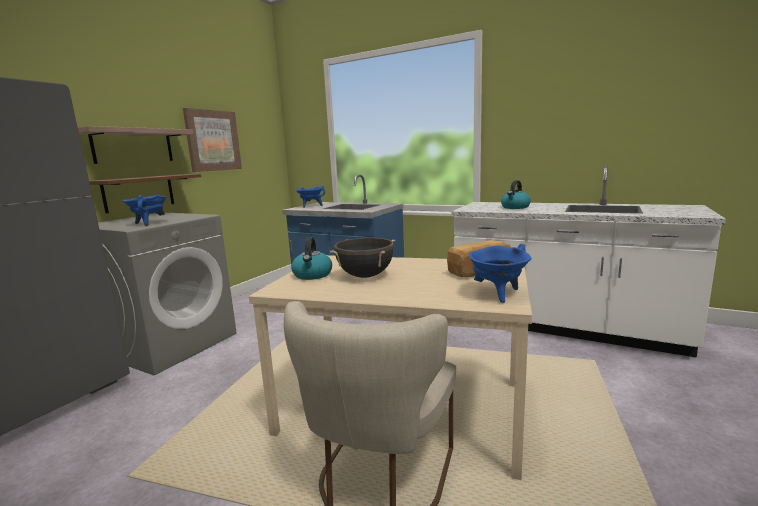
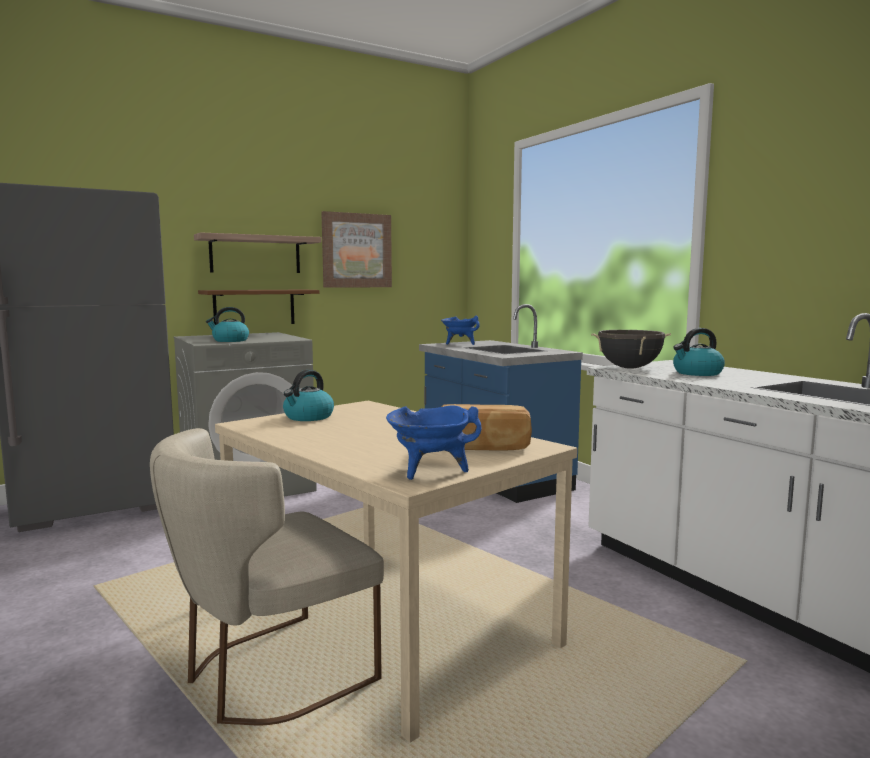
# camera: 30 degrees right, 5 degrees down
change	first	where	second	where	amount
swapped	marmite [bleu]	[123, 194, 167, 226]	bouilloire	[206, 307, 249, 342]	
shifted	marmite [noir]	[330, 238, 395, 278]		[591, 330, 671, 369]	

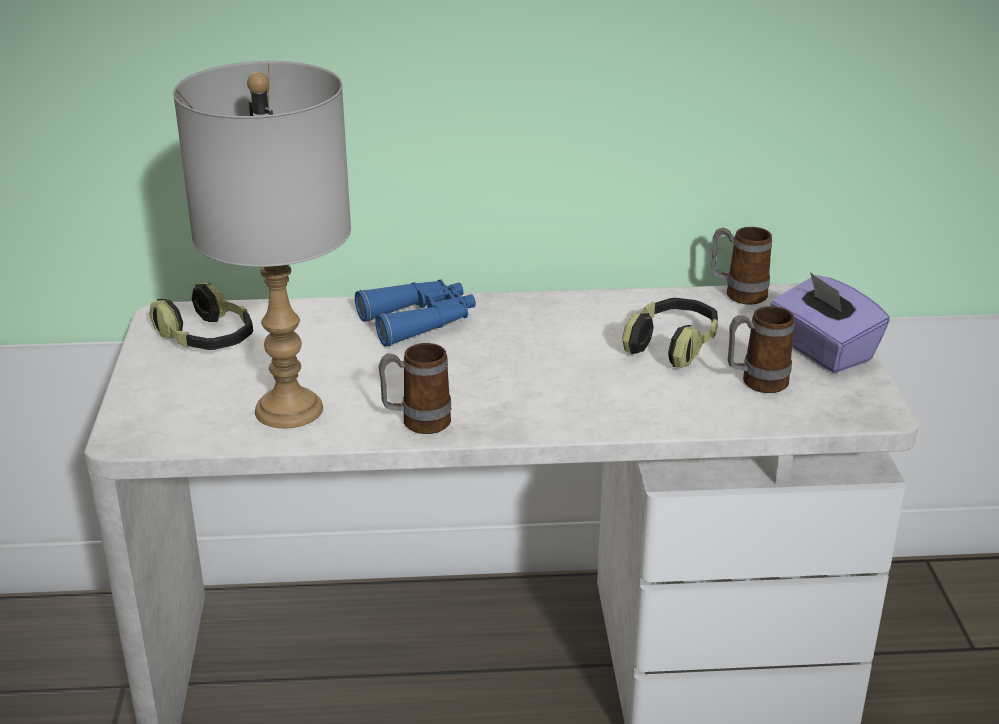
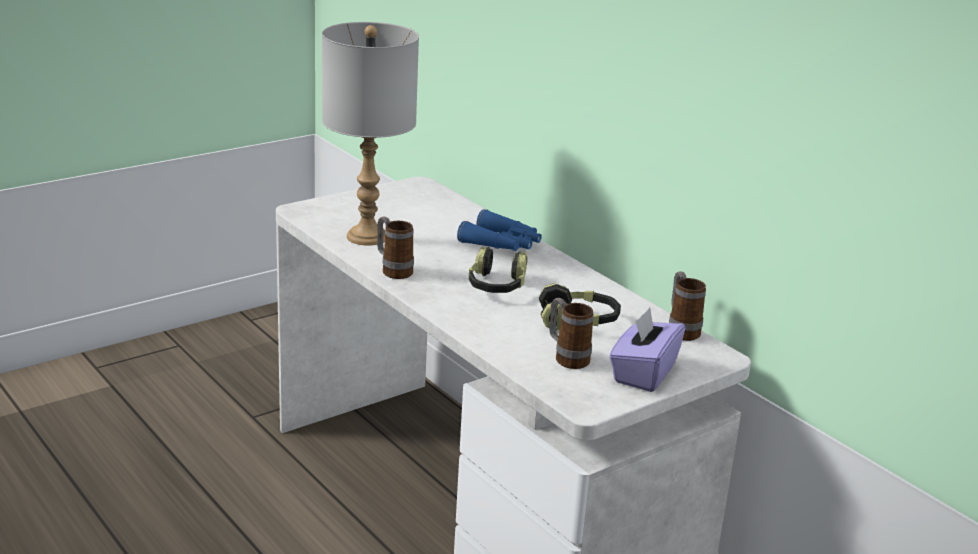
# camera: 55 degrees right, 5 degrees down
change	first	where	second	where	amount
shifted	casque audio	[149, 283, 253, 350]		[469, 247, 527, 293]	

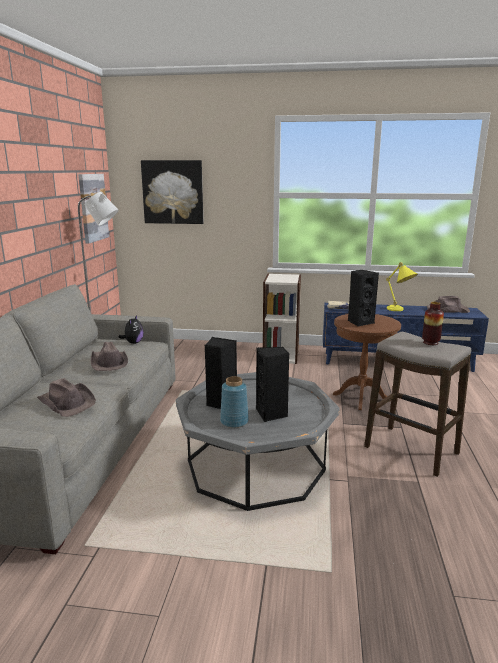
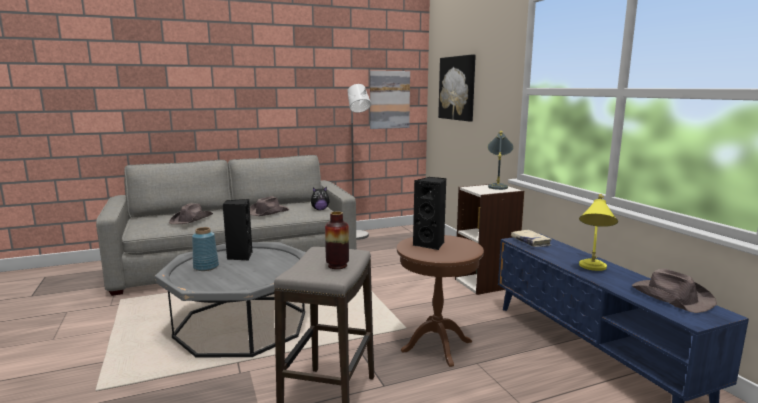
# camera: 60 degrees right, 5 degrees down
change	first	where	second	where	amount
new			lampe de table [gris]	[487, 131, 514, 190]	
gone	enceinte [noir]	[256, 347, 289, 422]			

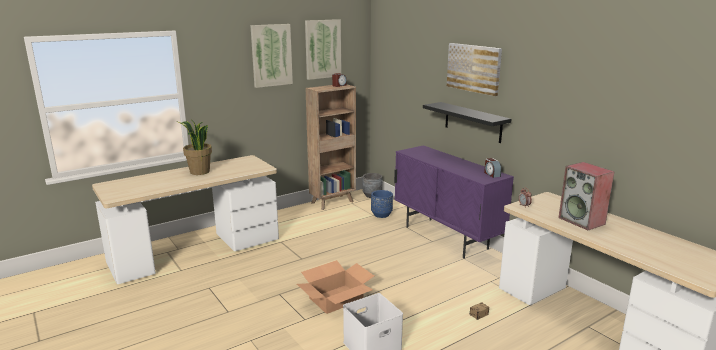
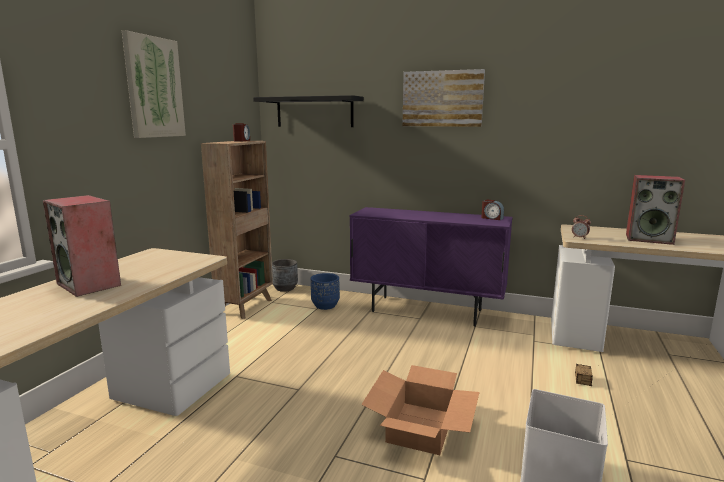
# camera: 35 degrees left, 5 degrees down
change	first	where	second	where	amount
swapped	plante en pot	[176, 119, 212, 175]	enceinte	[43, 195, 121, 297]	
shifted	étagère [noir]	[423, 102, 511, 143]		[253, 95, 364, 127]	
gone	tableau	[305, 19, 341, 80]			

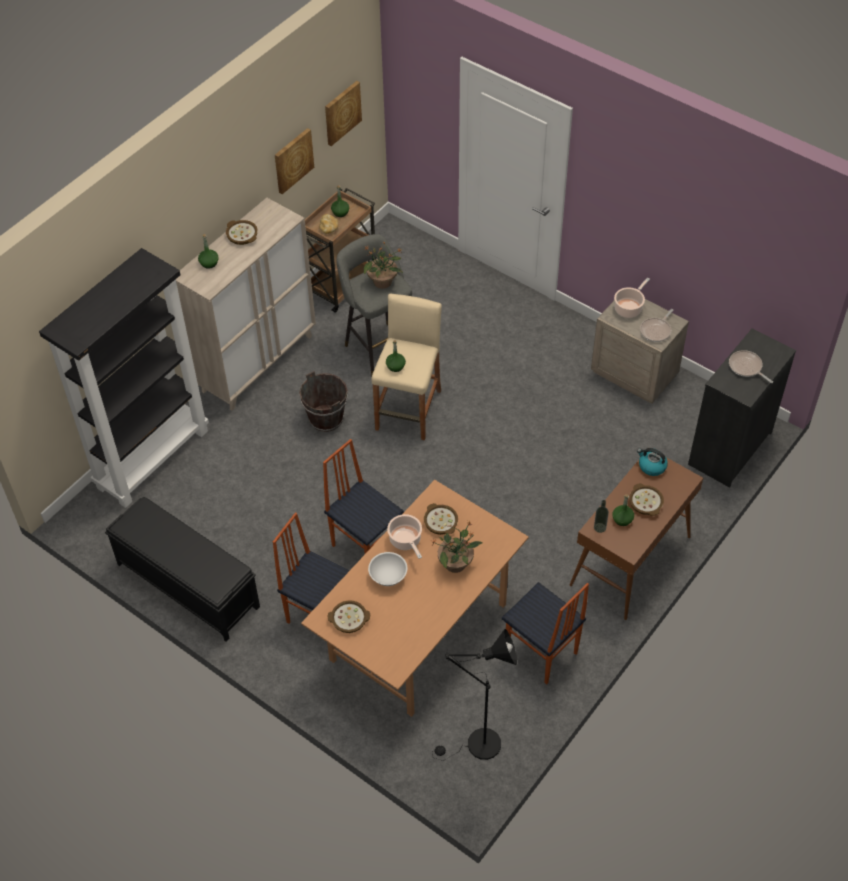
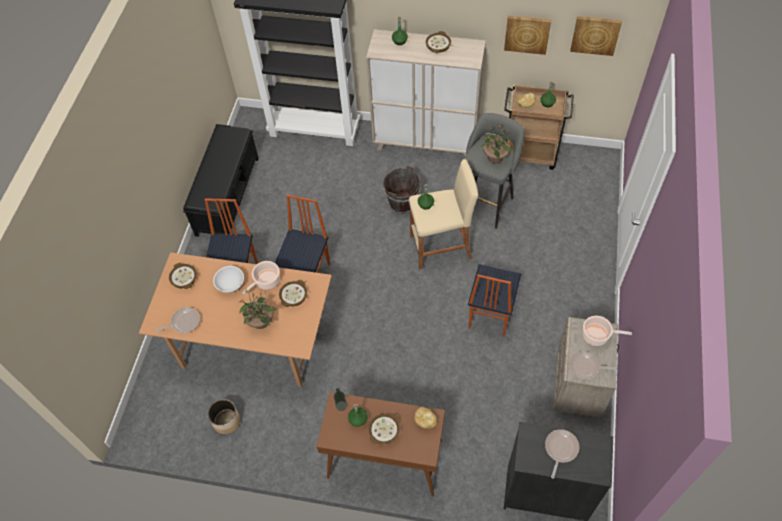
# camera: 65 degrees right, 5 degrees up
change	first	where	second	where	amount
new			poêle	[155, 307, 200, 333]	
new			cache-pot	[208, 399, 240, 434]	
swapped	bouilloire	[637, 448, 668, 476]	pain	[414, 407, 437, 429]	
shifted	chaise	[502, 582, 589, 684]		[468, 264, 521, 337]	
gone	lampadaire [noir]	[432, 629, 517, 761]			

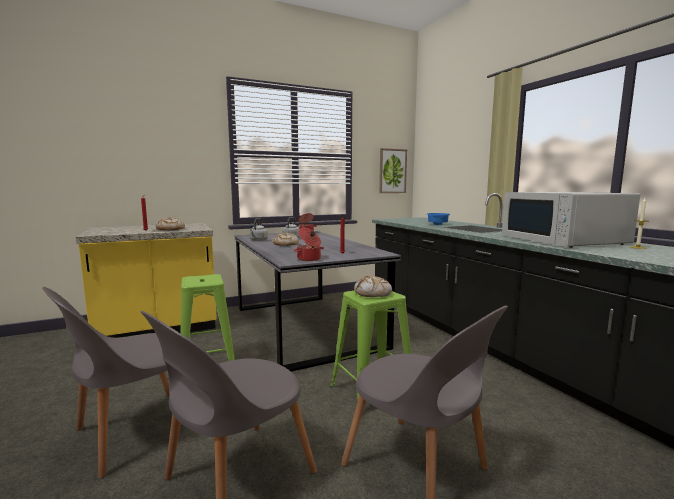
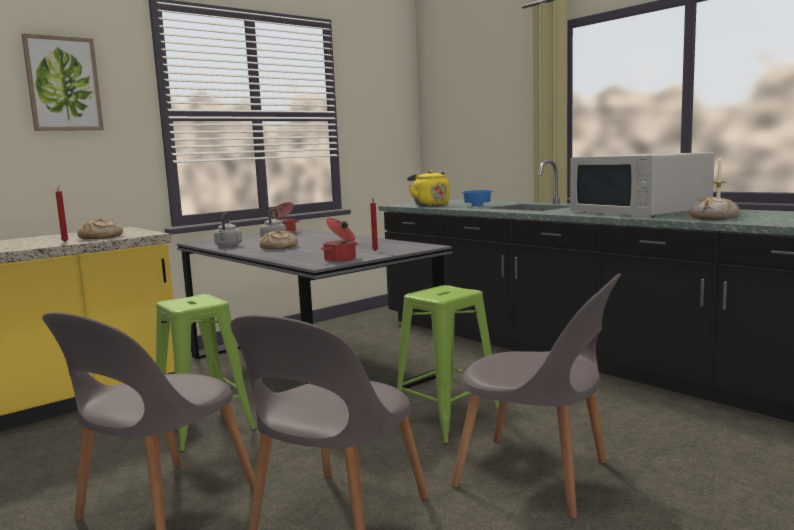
# camera: 15 degrees left, 0 degrees up
change	first	where	second	where	amount
shifted	tableau	[379, 148, 407, 193]		[21, 33, 104, 131]	
new			bouilloire [jaune]	[407, 170, 450, 207]	
shifted	pain	[354, 275, 392, 297]		[689, 197, 740, 220]	

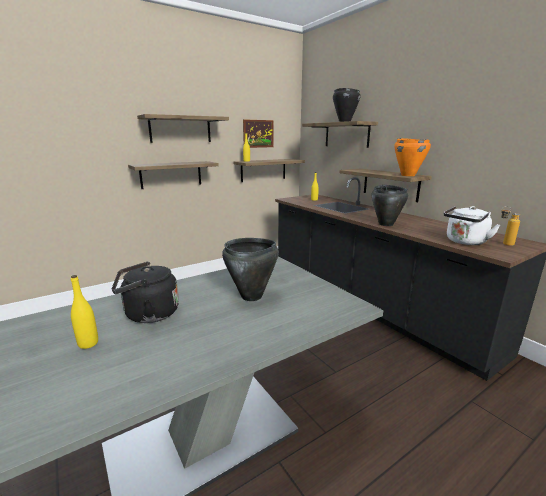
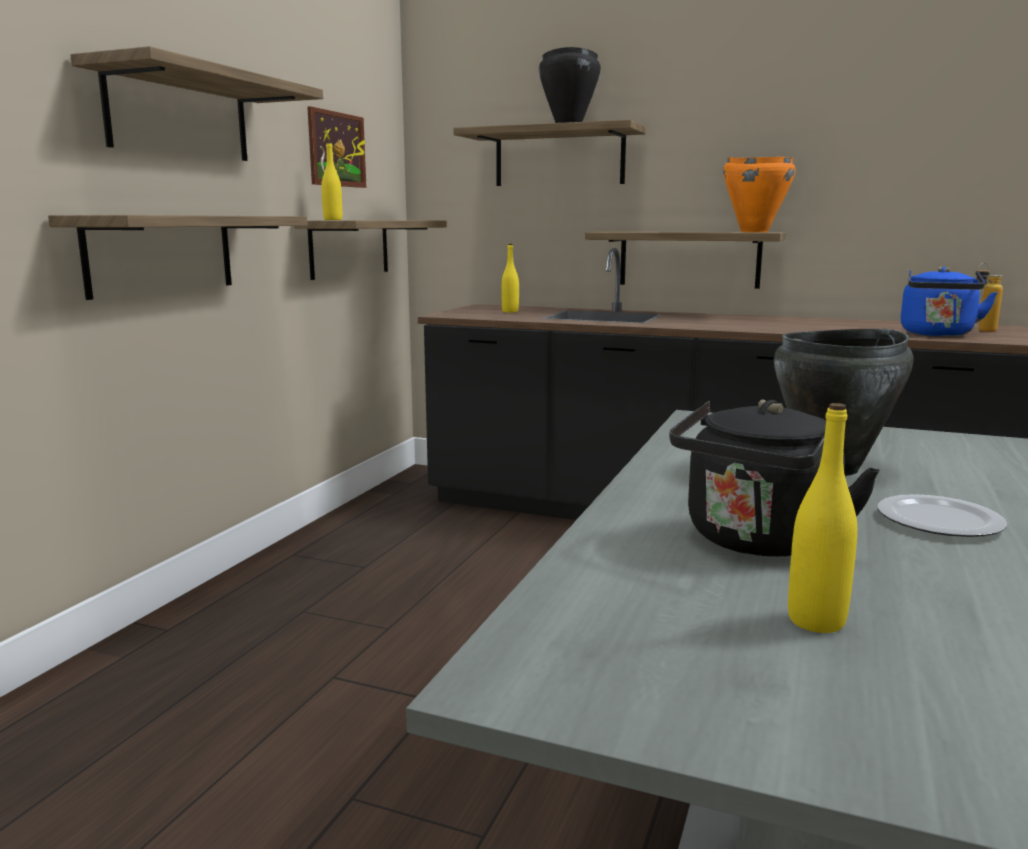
# camera: 35 degrees left, 5 degrees down
change	first	where	second	where	amount
new			assiette	[878, 494, 1007, 537]	
repainted	bouilloire [blanc]	[444, 206, 500, 245]	bouilloire [bleu]	[901, 267, 998, 336]	
gone	marmite [noir]	[372, 185, 408, 226]			

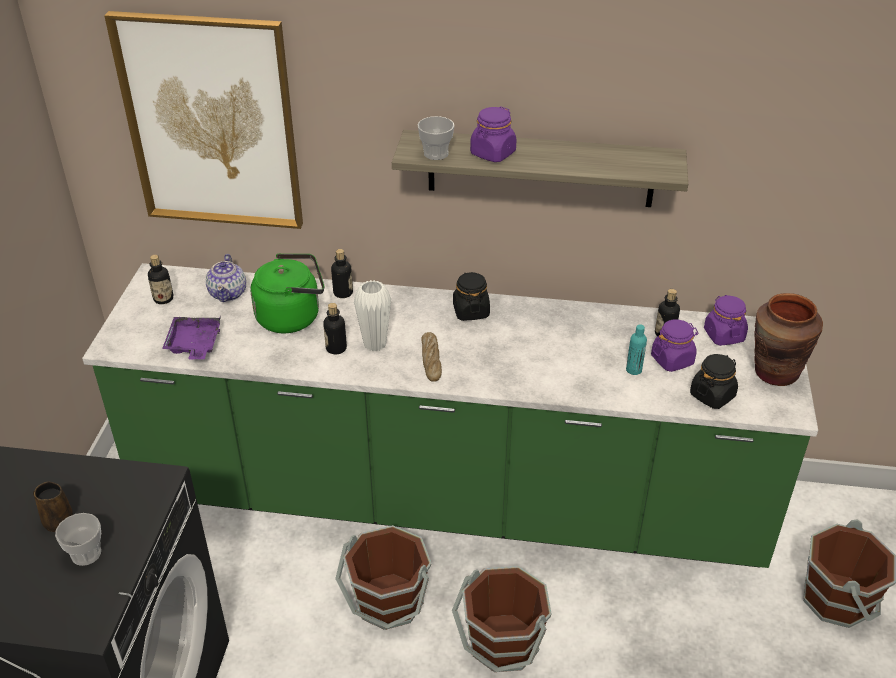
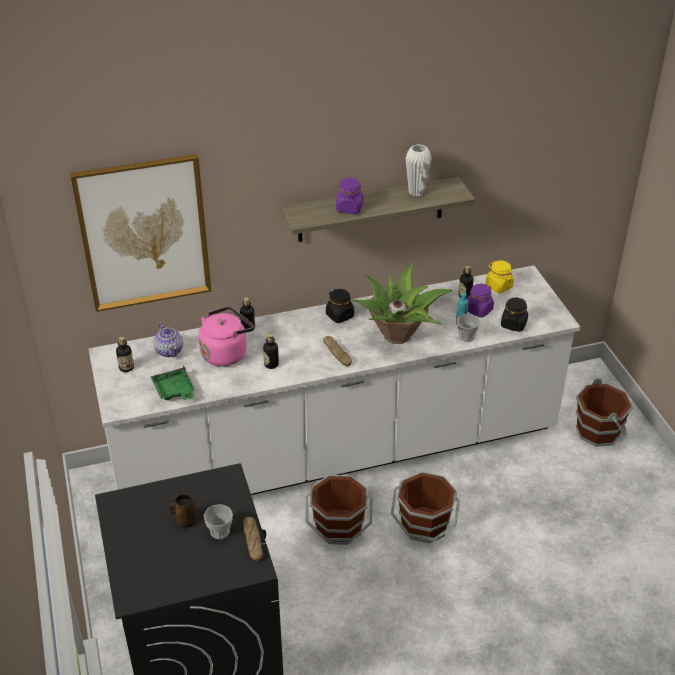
# camera: 25 degrees left, 0 degrees up
change	first	where	second	where	amount
repainted	comptoir de cuisine [vert]	[82, 263, 818, 568]	comptoir de cuisine [blanc]	[88, 265, 580, 495]	
repainted	plateau [violet]	[162, 315, 221, 359]	plateau [vert]	[150, 365, 195, 400]	
repainted	bouilloire [vert]	[250, 253, 324, 333]	bouilloire [rose]	[199, 306, 255, 367]	
new			pain	[243, 517, 263, 561]	
new			plante en pot	[350, 262, 453, 344]	
shifted	vase [blanc]	[354, 280, 391, 351]		[406, 144, 431, 196]	
shifted	tasse	[417, 116, 454, 160]		[457, 314, 480, 342]	
repainted	bocal [violet]	[704, 295, 748, 346]	bocal [jaune]	[485, 261, 514, 294]	
gone	vase [marron]	[754, 293, 823, 386]			

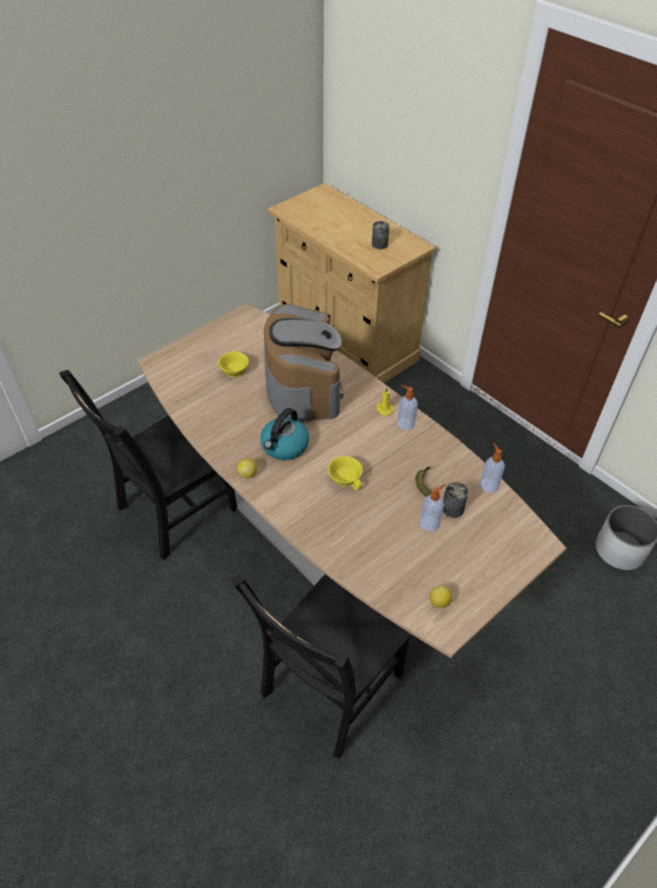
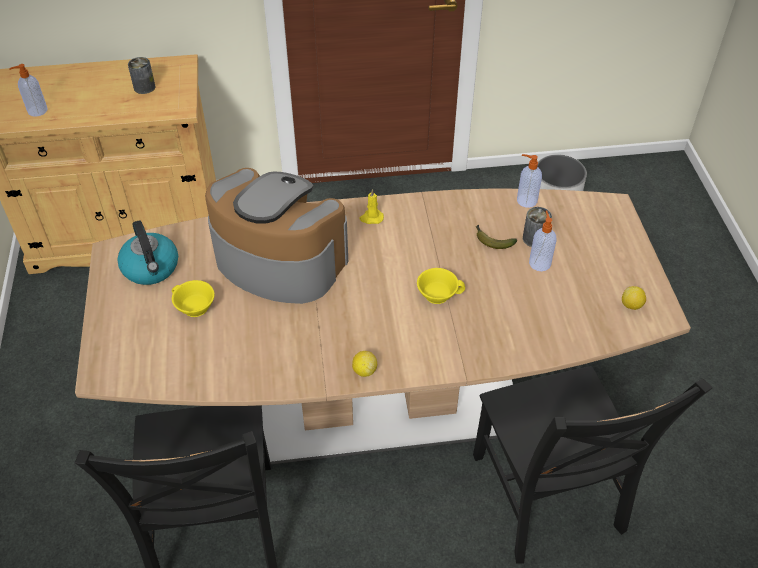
# camera: 55 degrees left, 0 degrees up
change	first	where	second	where	amount
shifted	distributeur de savon	[397, 385, 418, 430]		[9, 64, 47, 117]	
shifted	bouilloire	[260, 408, 309, 460]		[117, 220, 178, 285]	

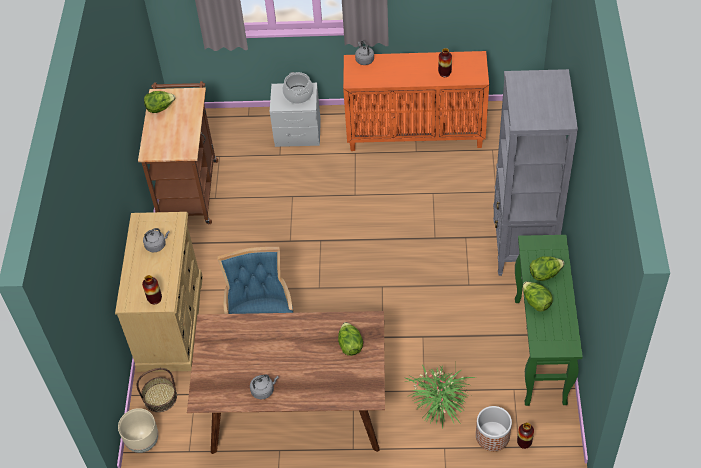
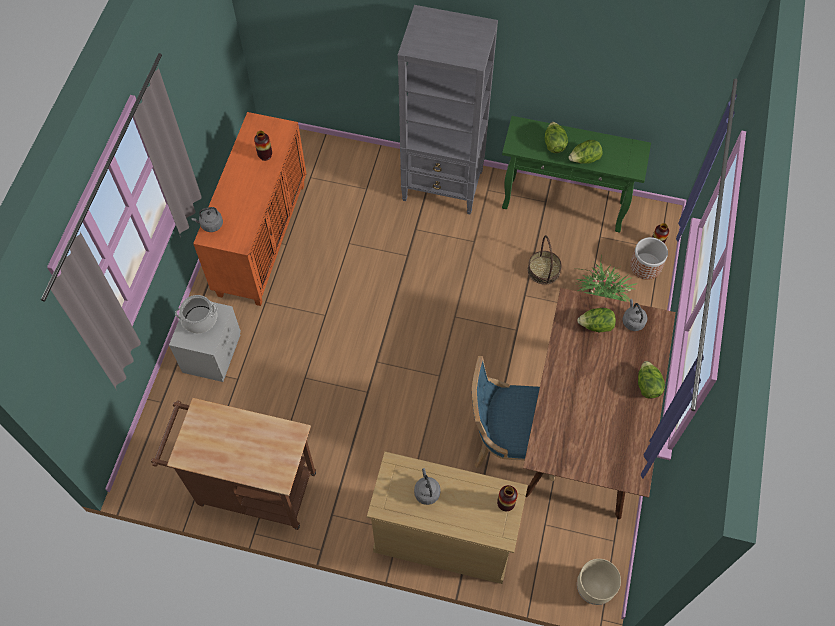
# camera: 80 degrees left, 10 degrees up
change	first	where	second	where	amount
shifted	panier	[136, 368, 177, 412]		[528, 235, 562, 285]	
shifted	bouilloire [gris]	[250, 374, 279, 399]		[622, 299, 647, 331]	
shifted	laitue	[144, 91, 175, 113]		[638, 361, 665, 398]	

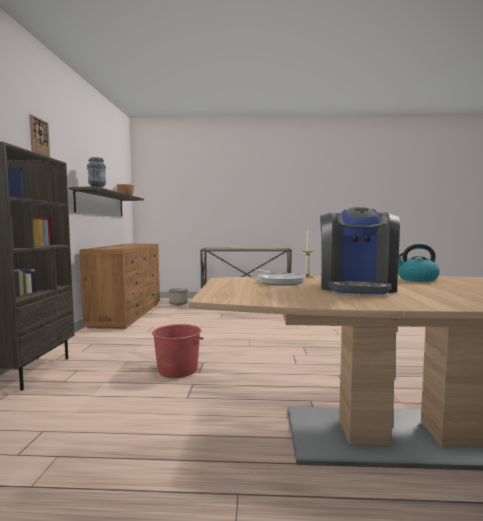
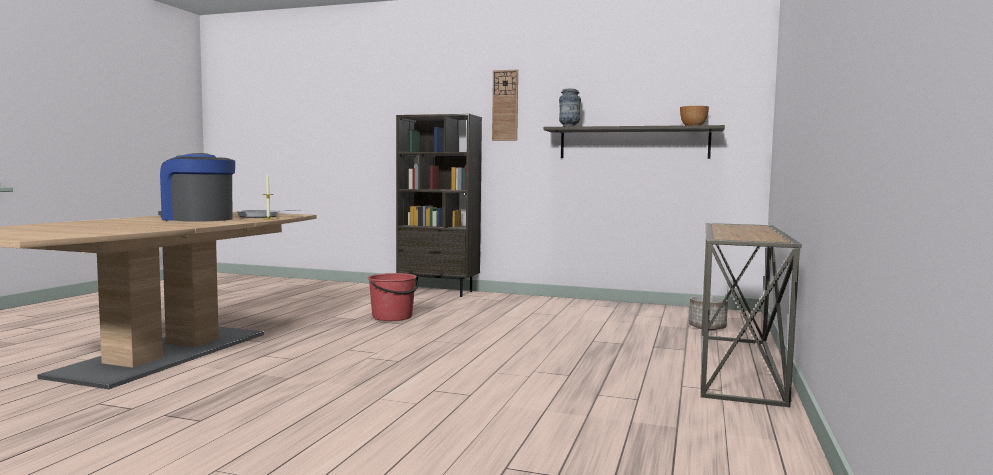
# camera: 105 degrees right, 0 degrees up
change	first	where	second	where	amount
gone	commode [marron]	[80, 244, 160, 329]			
gone	bouilloire	[398, 244, 440, 282]			

